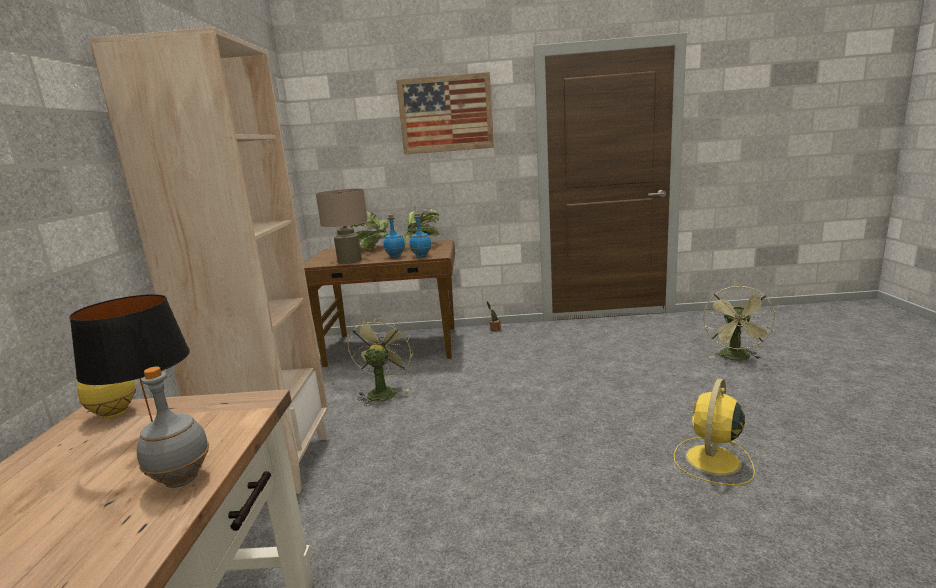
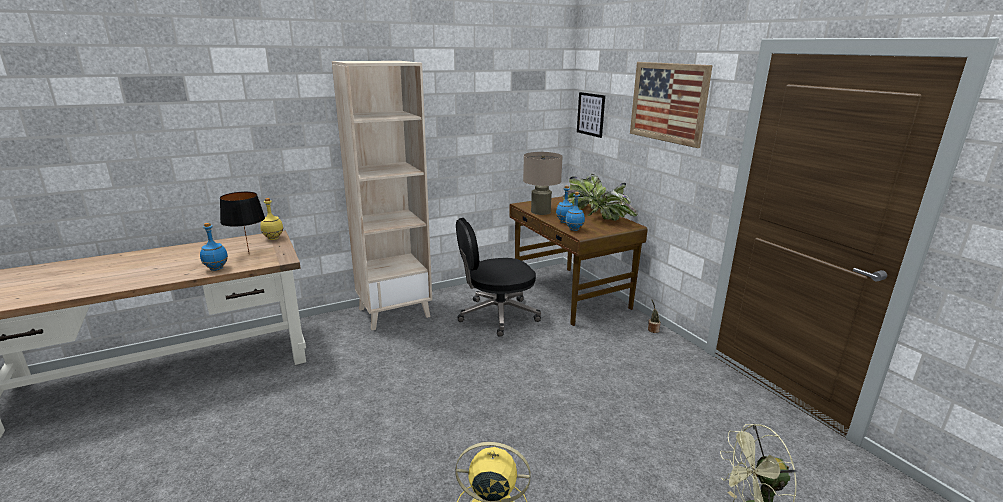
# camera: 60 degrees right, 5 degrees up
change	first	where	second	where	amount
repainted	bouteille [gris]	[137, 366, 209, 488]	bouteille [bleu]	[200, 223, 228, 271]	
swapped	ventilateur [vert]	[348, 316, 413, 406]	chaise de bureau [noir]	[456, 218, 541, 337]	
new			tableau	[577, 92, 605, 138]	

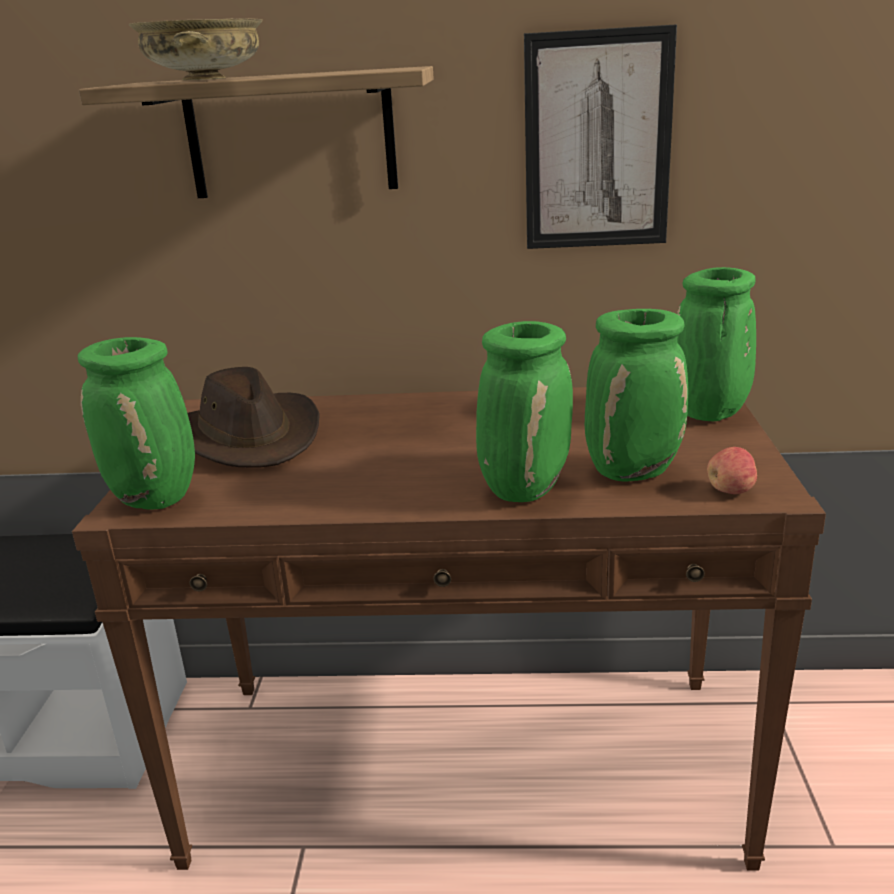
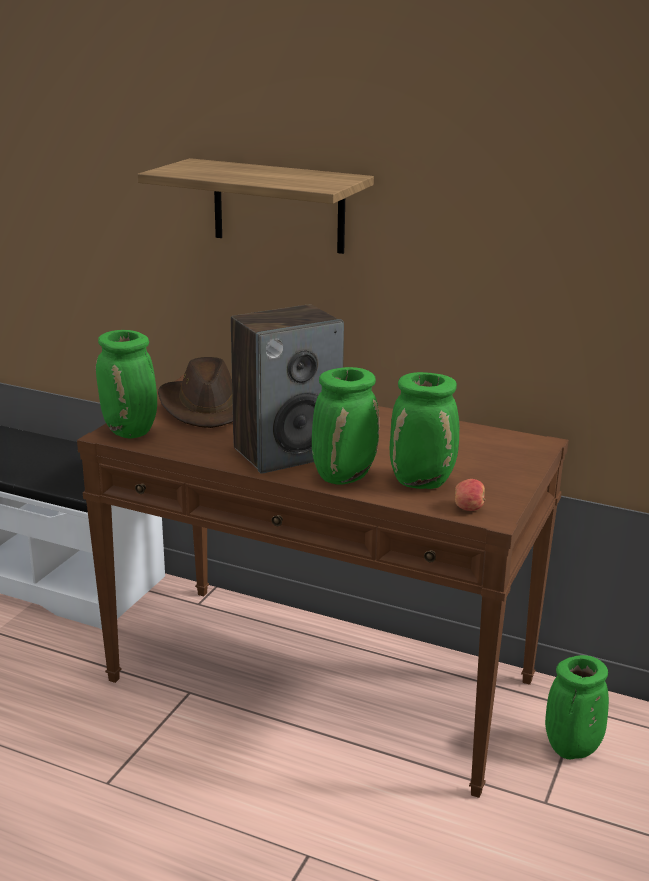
# camera: 20 degrees right, 0 degrees up
change	first	where	second	where	amount
new			enceinte	[231, 304, 344, 474]	
shifted	vase [vert]	[677, 267, 756, 421]		[545, 655, 609, 759]	
gone	bol [beige]	[129, 18, 263, 80]			
gone	tableau	[524, 24, 677, 249]			

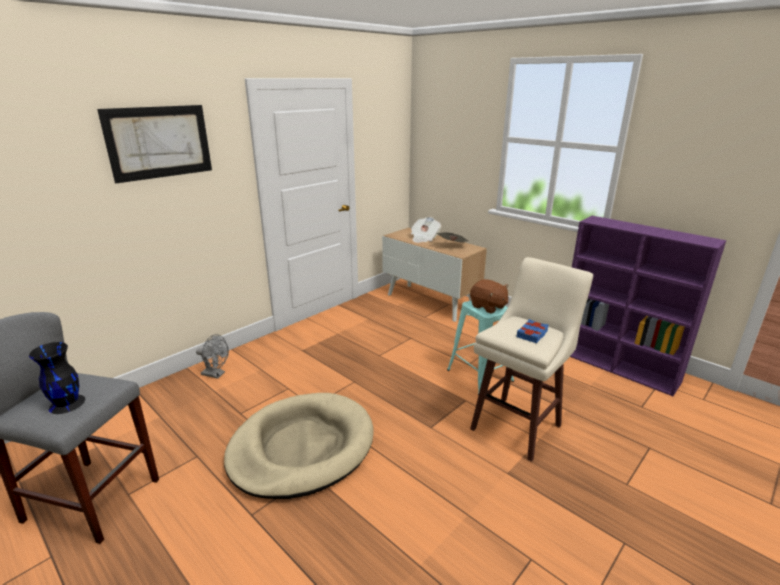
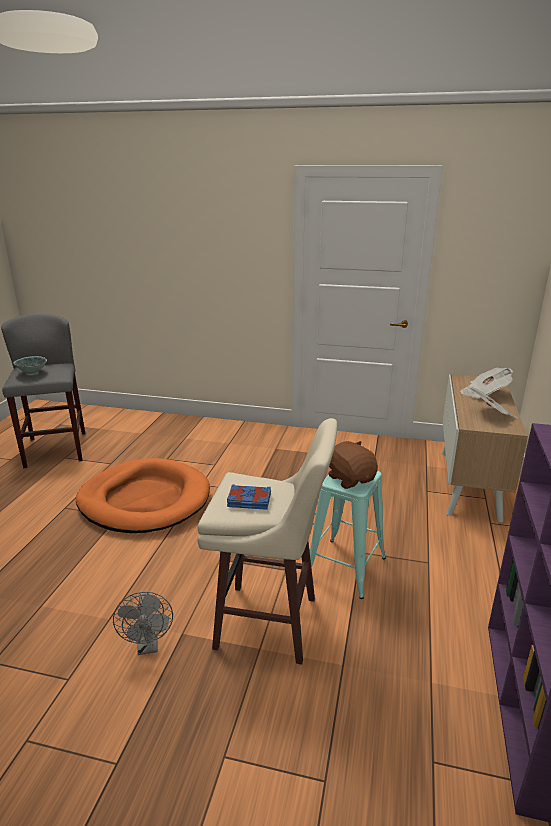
# camera: 60 degrees right, 0 degrees up
change	first	where	second	where	amount
swapped	vase [noir]	[29, 342, 85, 414]	bol	[13, 356, 47, 375]	
repainted	panier pour chien [beige]	[224, 393, 374, 499]	panier pour chien [orange]	[76, 458, 210, 533]	
shifted	ventilateur [gris]	[196, 334, 229, 379]		[113, 592, 173, 655]	
rotated	peluche [marron]	[470, 279, 509, 313]		[328, 441, 378, 489]	135 degrees clockwise
gone	tableau	[97, 105, 212, 183]			

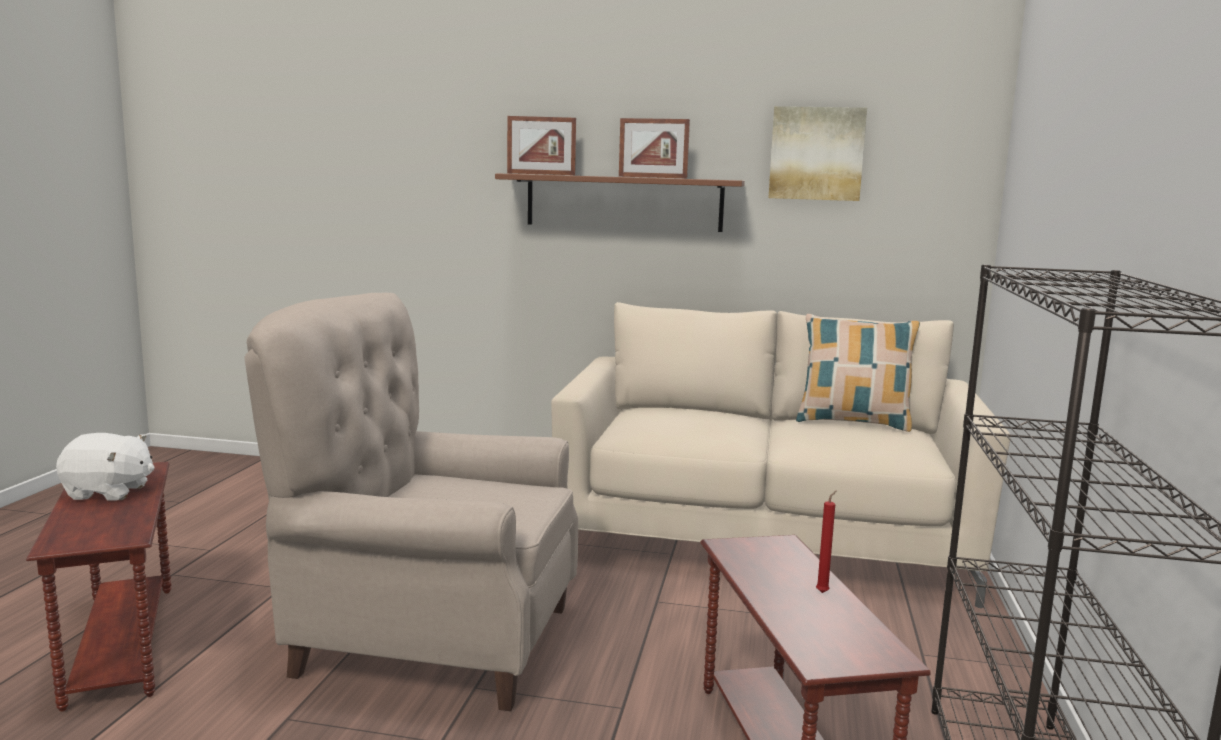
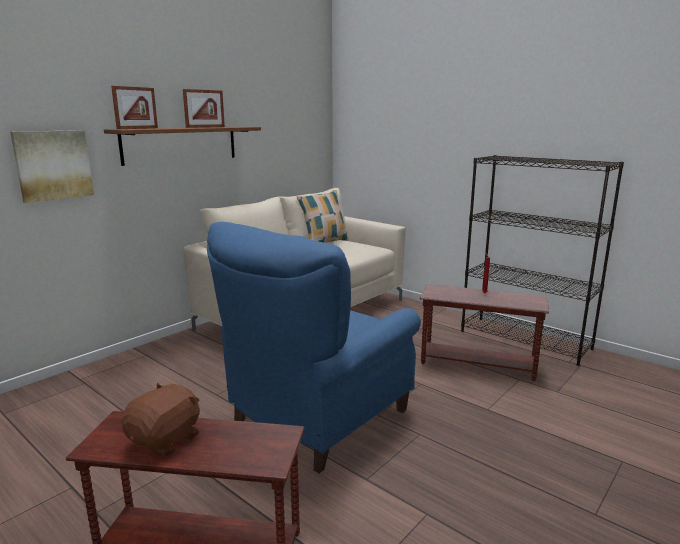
# camera: 60 degrees left, 5 degrees up
change	first	where	second	where	amount
shifted	tableau	[769, 106, 867, 201]		[10, 130, 94, 203]	
repainted	peluche [blanc]	[56, 433, 155, 500]	peluche [marron]	[121, 383, 200, 456]	
repainted	fauteuil [beige]	[244, 293, 578, 711]	fauteuil [bleu]	[207, 222, 421, 473]	

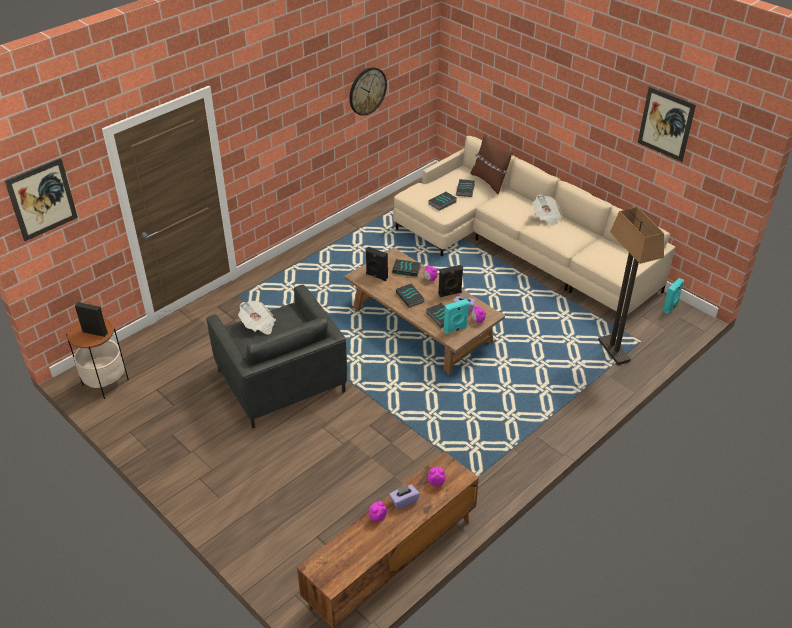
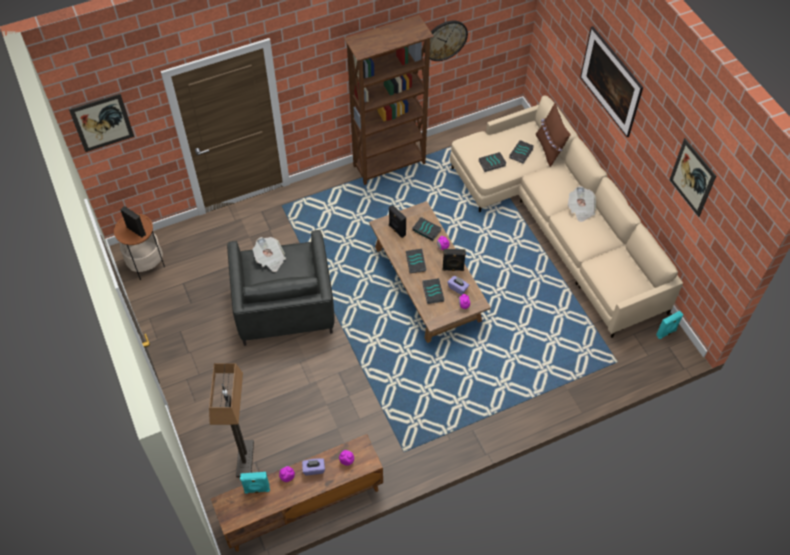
# camera: 20 degrees right, 15 degrees up
change	first	where	second	where	amount
shifted	lampadaire	[598, 207, 664, 365]		[209, 363, 254, 477]	
shifted	enceinte [turquoise]	[444, 299, 469, 334]		[240, 472, 270, 494]	
new			bibliothèque [marron]	[344, 15, 434, 185]	
new			tableau	[580, 26, 643, 137]	

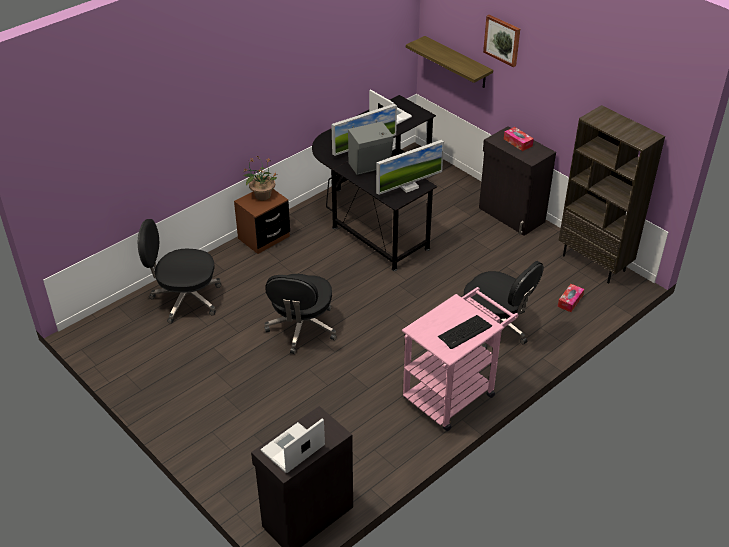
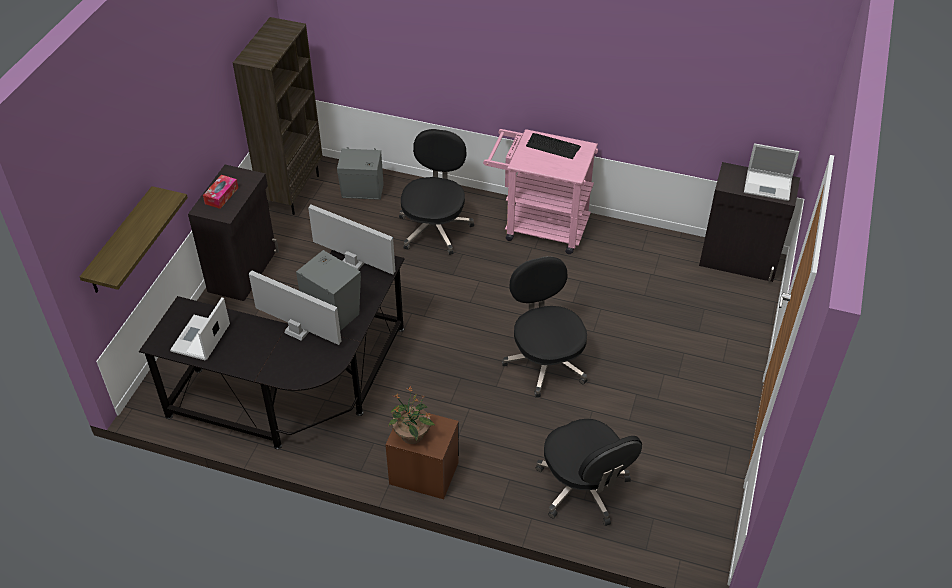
# camera: 120 degrees left, 5 degrees up
change	first	where	second	where	amount
swapped	boîte à mouchoirs	[557, 284, 584, 312]	enceinte [gris]	[337, 147, 384, 200]	
rotated	chaise de bureau [noir]	[264, 274, 337, 354]		[502, 256, 588, 398]	90 degrees counterclockwise
gone	tableau	[483, 15, 520, 67]			

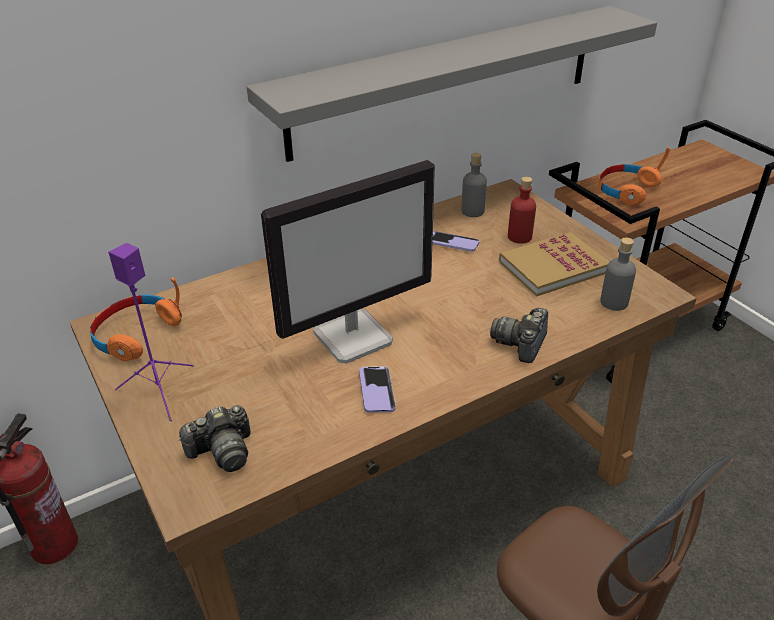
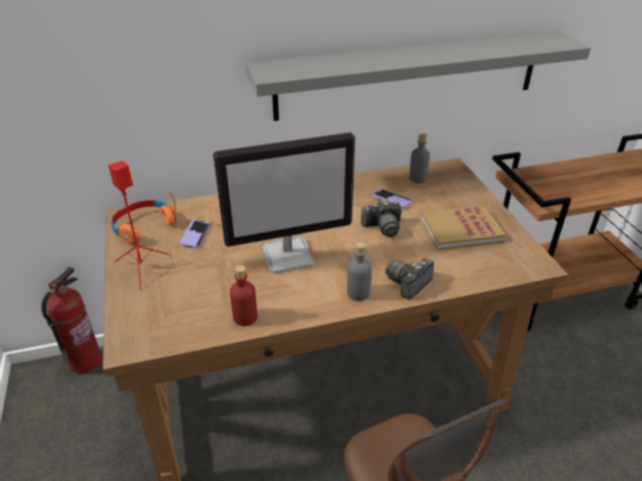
# camera: 15 degrees right, 0 degrees up
change	first	where	second	where	amount
repainted	enceinte [violet]	[108, 243, 194, 421]	enceinte [rouge]	[108, 161, 171, 290]	
shifted	téléphone	[359, 366, 396, 413]		[180, 220, 210, 248]	
shifted	bouteille [rouge]	[508, 177, 536, 244]		[230, 265, 257, 326]	
shifted	bouteille [gris]	[600, 237, 636, 311]		[347, 242, 372, 301]	
shifted	appareil photo	[179, 405, 251, 472]		[361, 199, 402, 237]	
gone	casque audio [orange]	[598, 147, 670, 205]			

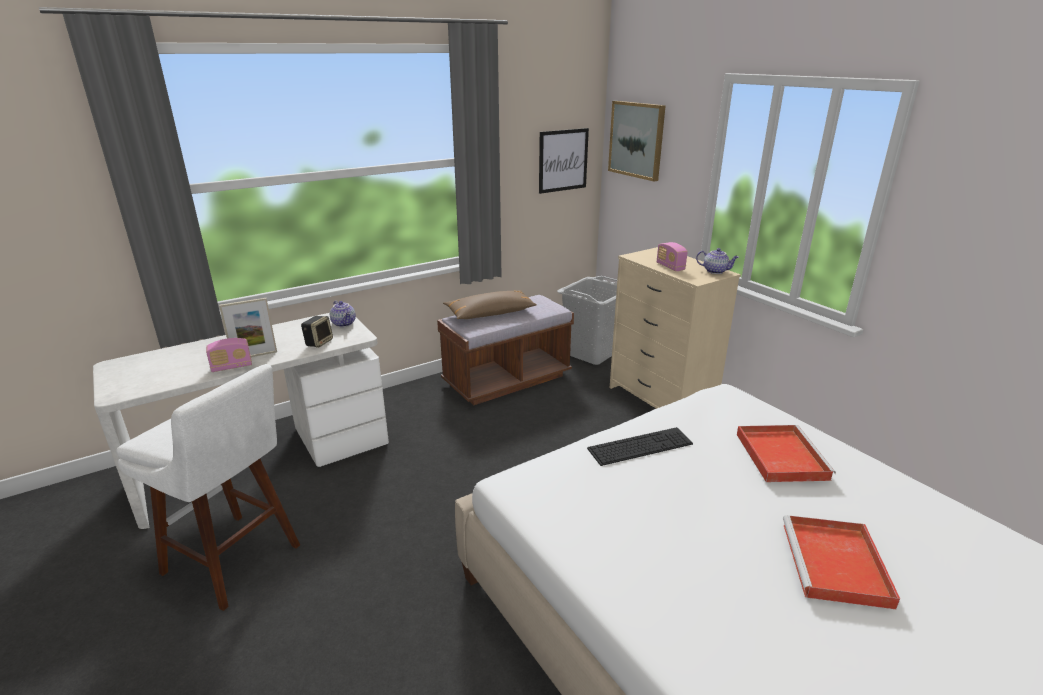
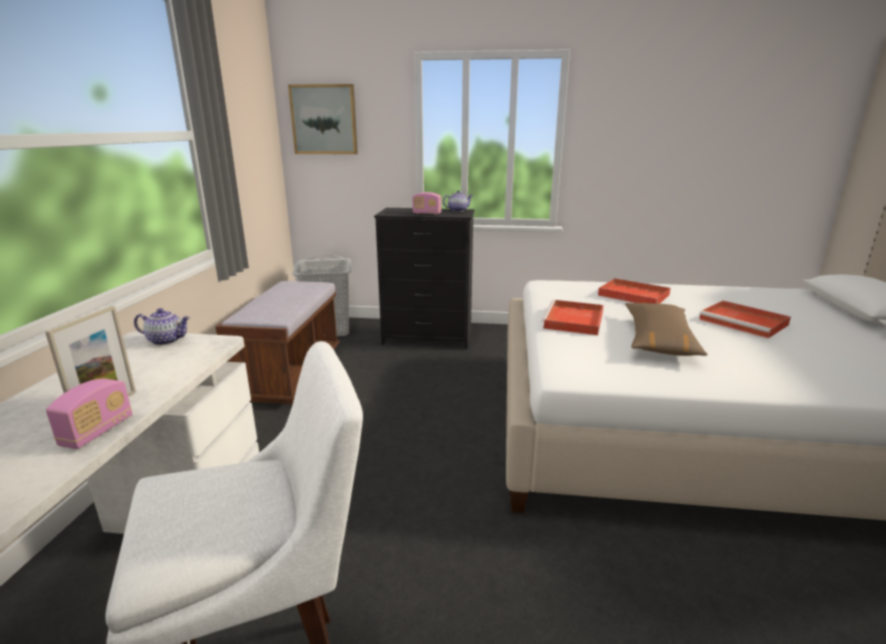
# camera: 50 degrees left, 5 degrees down
change	first	where	second	where	amount
repainted	commode [beige]	[610, 247, 741, 409]	commode [noir]	[374, 208, 475, 349]	
swapped	clavier	[587, 427, 693, 466]	plateau [rouge]	[542, 300, 604, 335]	
shifted	coussin [marron]	[443, 290, 537, 319]		[625, 303, 708, 356]	
gone	enceinte	[301, 316, 333, 348]			
gone	tableau	[539, 128, 589, 194]			

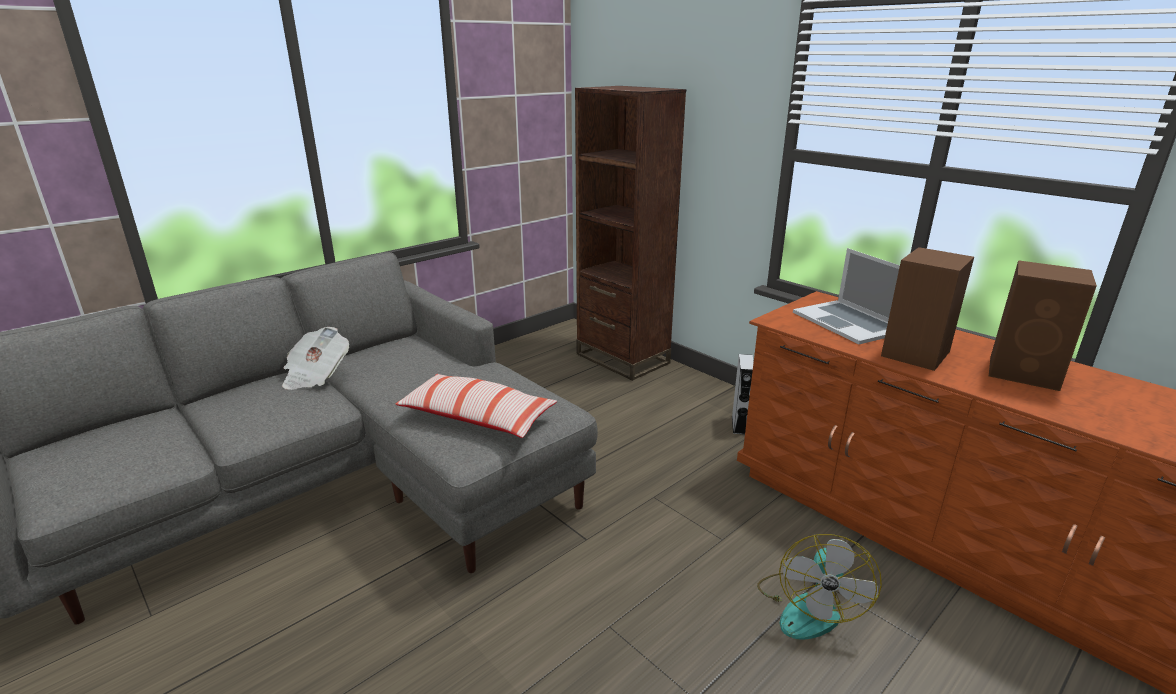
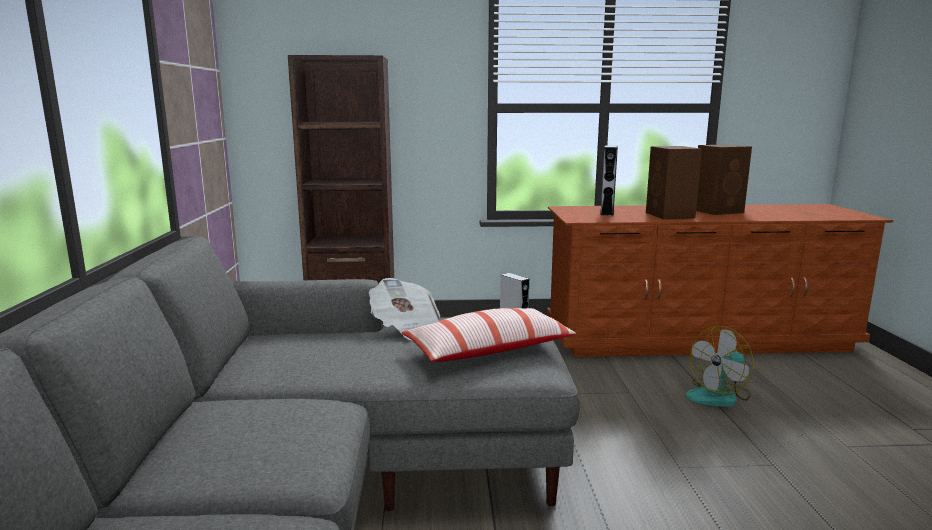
# camera: 50 degrees left, 10 degrees down
change	first	where	second	where	amount
shifted	journal	[282, 327, 349, 390]		[369, 278, 441, 341]	
swapped	ordinateur portable	[793, 248, 900, 344]	enceinte [gris]	[600, 145, 618, 216]	
rotated	ventilateur	[757, 534, 882, 640]		[685, 326, 754, 407]	90 degrees clockwise

